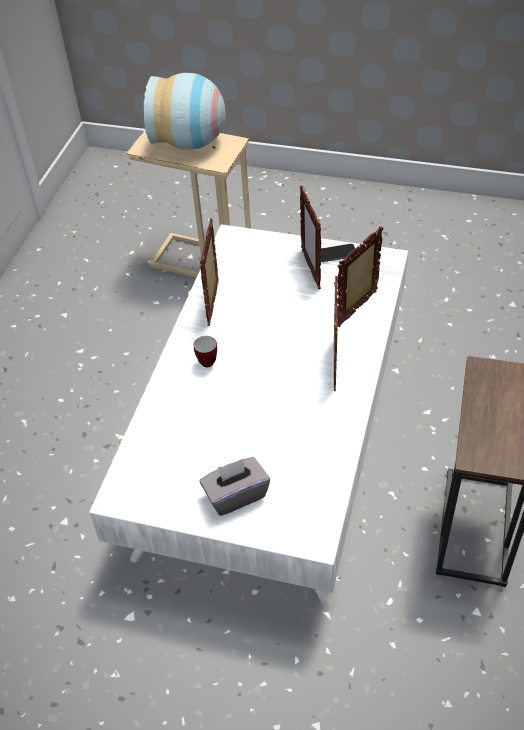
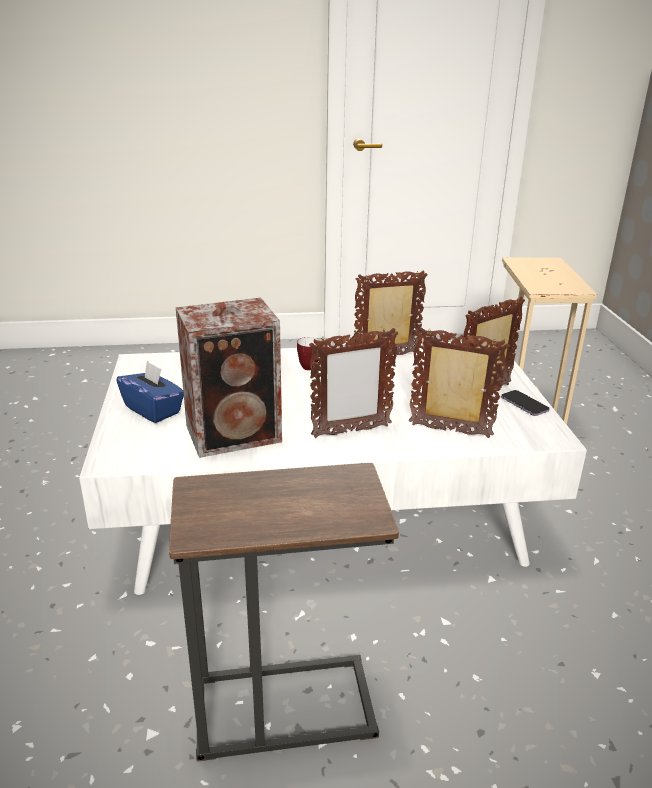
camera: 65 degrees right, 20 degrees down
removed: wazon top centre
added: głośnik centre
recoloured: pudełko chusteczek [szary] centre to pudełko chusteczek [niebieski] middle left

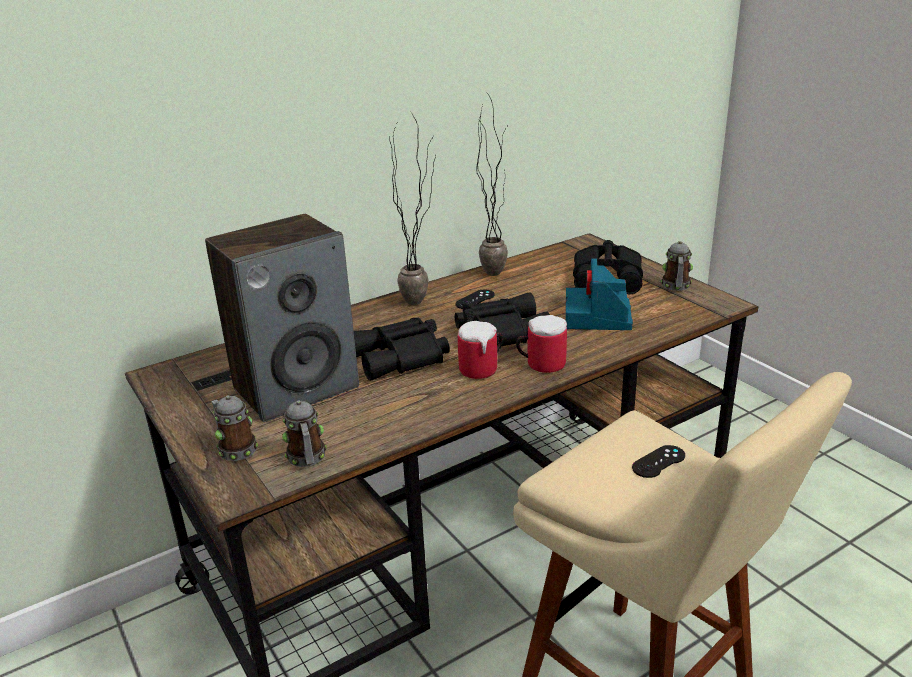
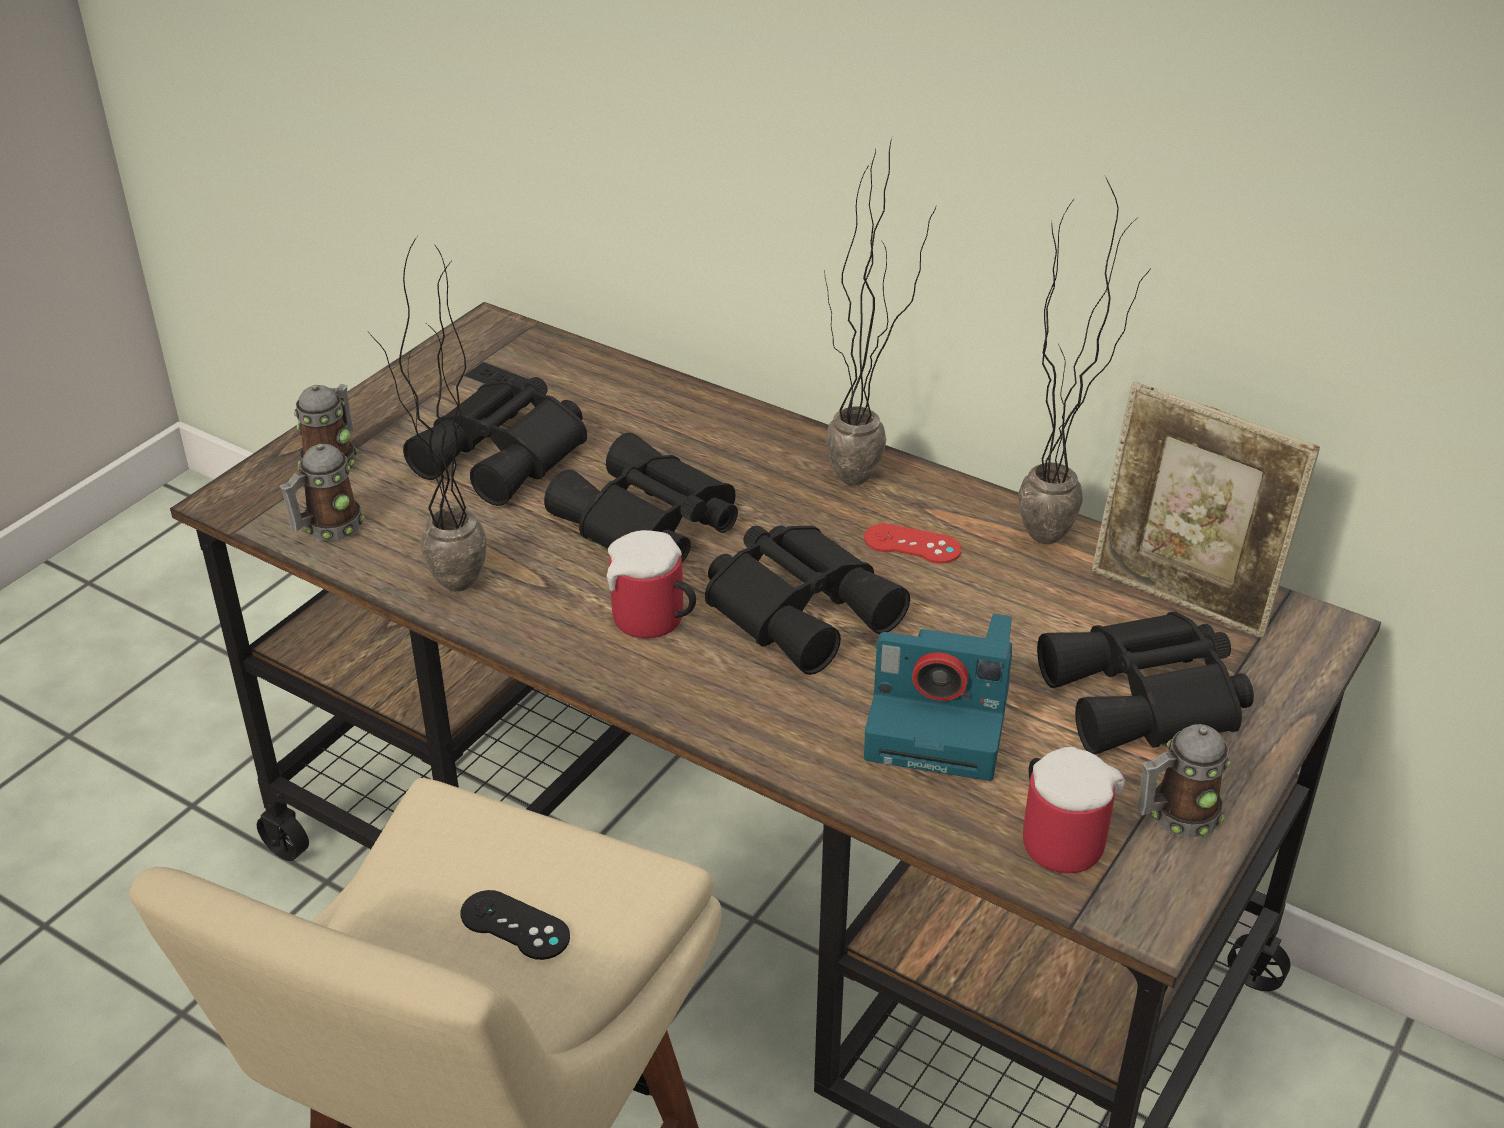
camera: 65 degrees right, 10 degrees up
added: roślina doniczkowa (1st from left) middle left; ramka na zdjęcie middle right
moved: kubek (4th from left) centre to bottom right
replaced: głośnik middle left to lornetka [czarny] (1st from left) middle left
recoloured: pad do gier [czarny] (1st from left) centre to pad do gier [czerwony] centre
turned: aparat fotograficzny centre = centre 150 degrees counterclockwise

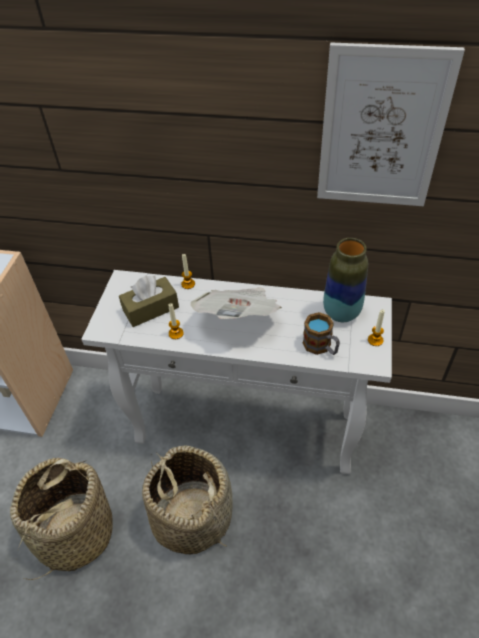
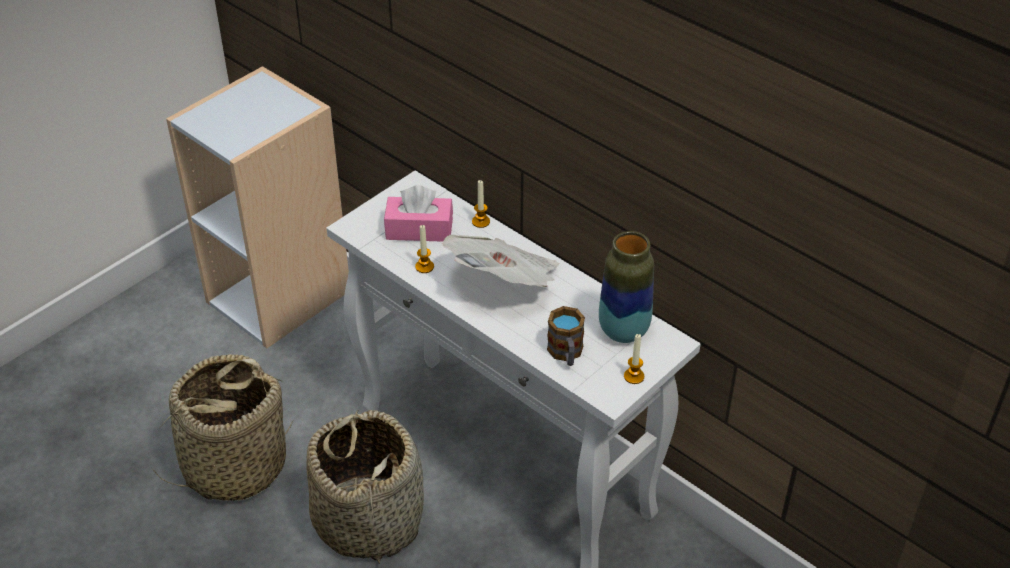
camera: 30 degrees right, 5 degrees down
removed: obraz top right
recoloured: pudełko chusteczek [brązowy] middle left to pudełko chusteczek [różowy] centre

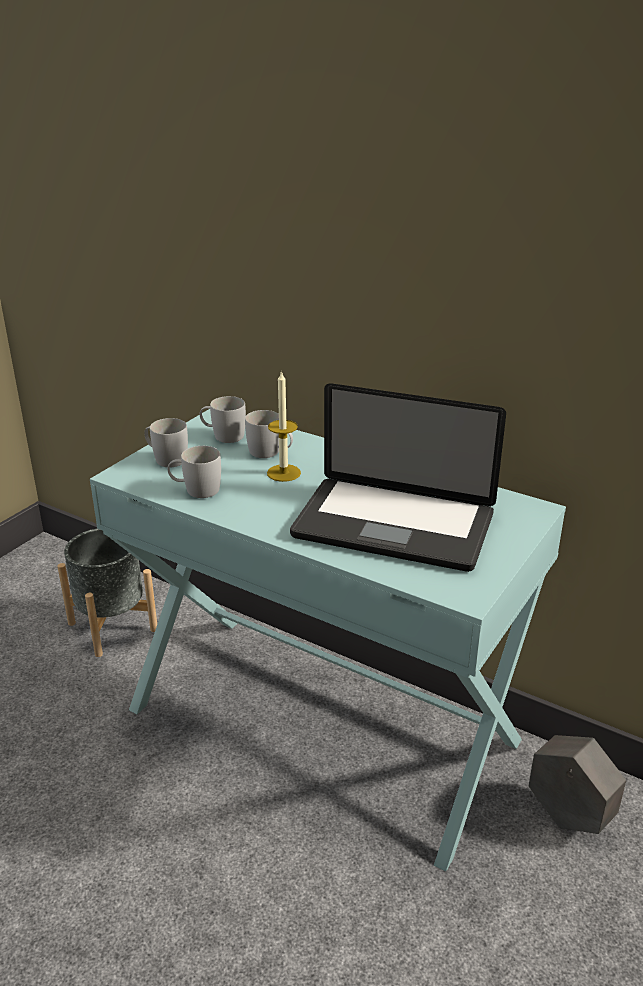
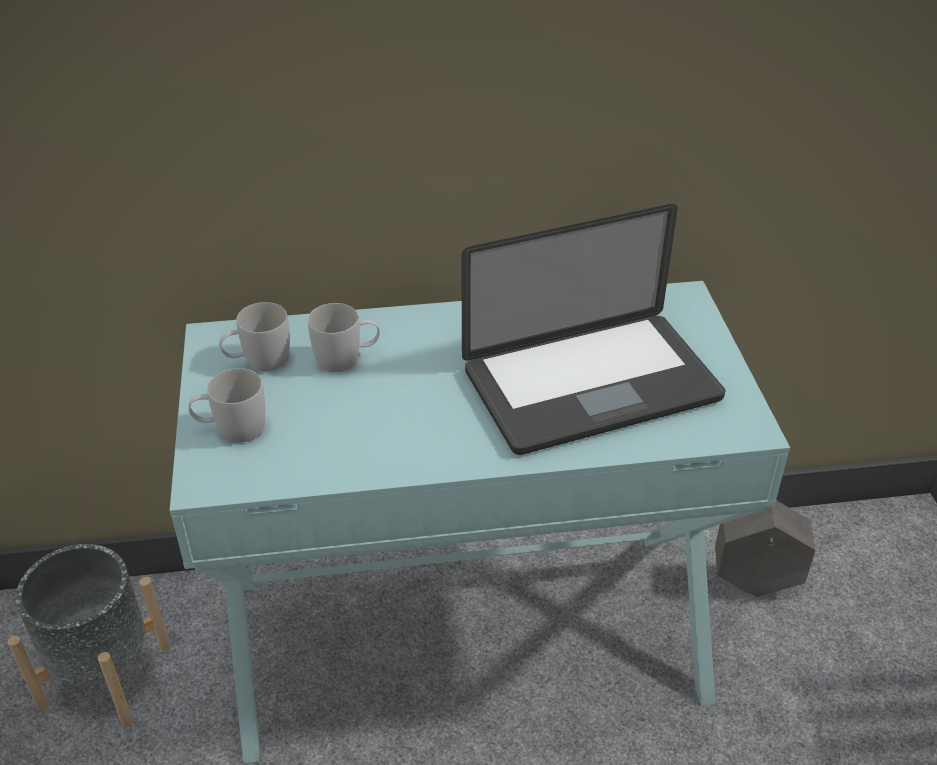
camera: 40 degrees left, 10 degrees up
removed: świeca centre; kubek [biały] (2nd from left) middle left

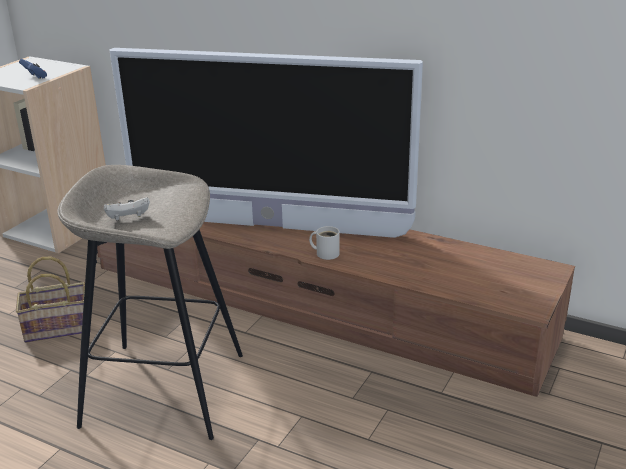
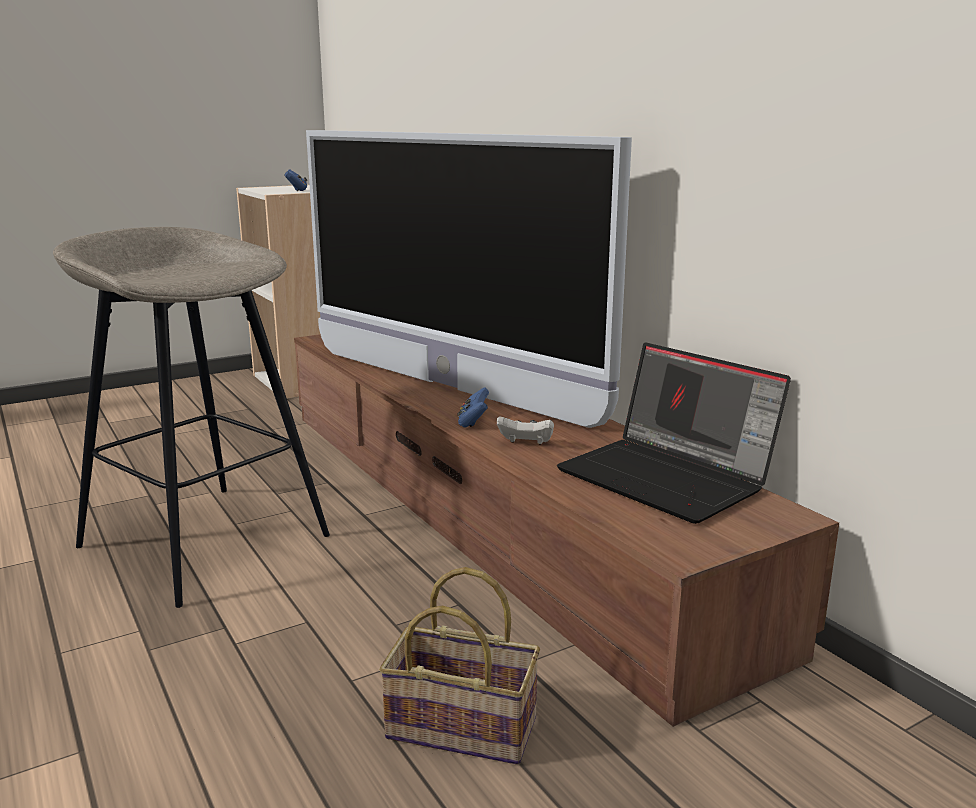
camera: 30 degrees right, 10 degrees down
added: laptop middle right
moved: pad do gier [biały] middle left to centre; koszyk middle left to bottom centre
replaced: kubek [biały] centre to pad do gier [niebieski] (2nd from left) centre

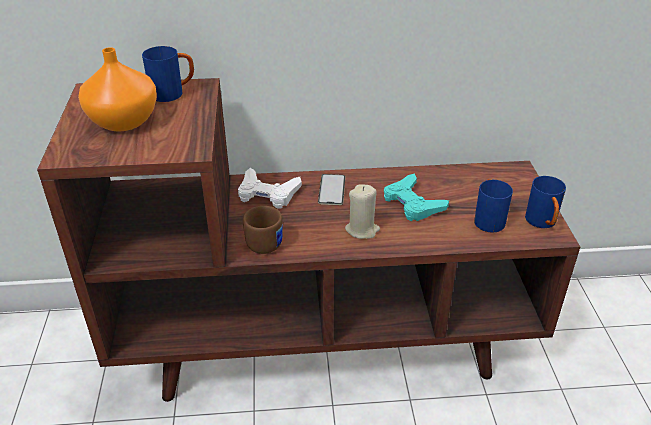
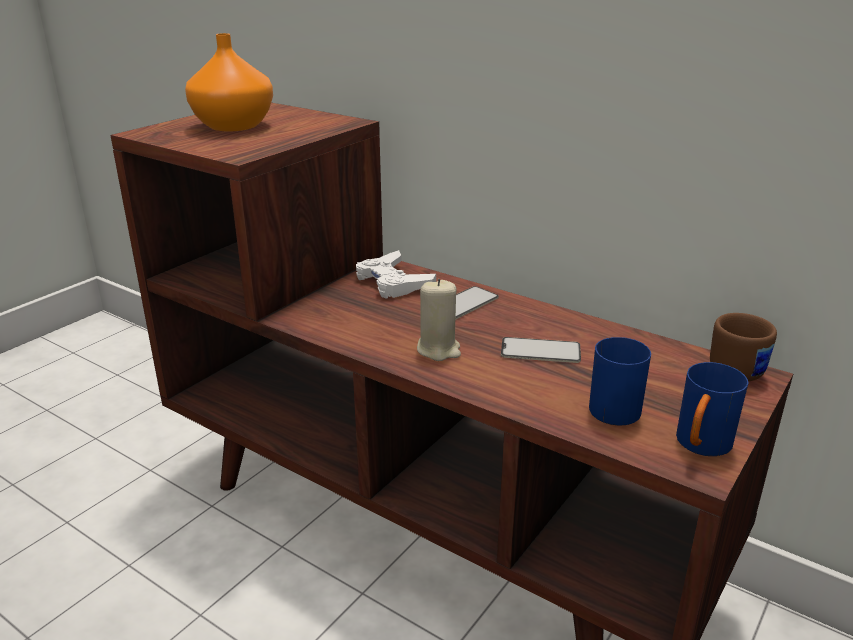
camera: 40 degrees right, 10 degrees down
removed: kubek [niebieski] (1st from left) top left
moved: kubek [brązowy] centre to middle right
replaced: pad do gier [turkusowy] centre to telefon (2nd from left) centre

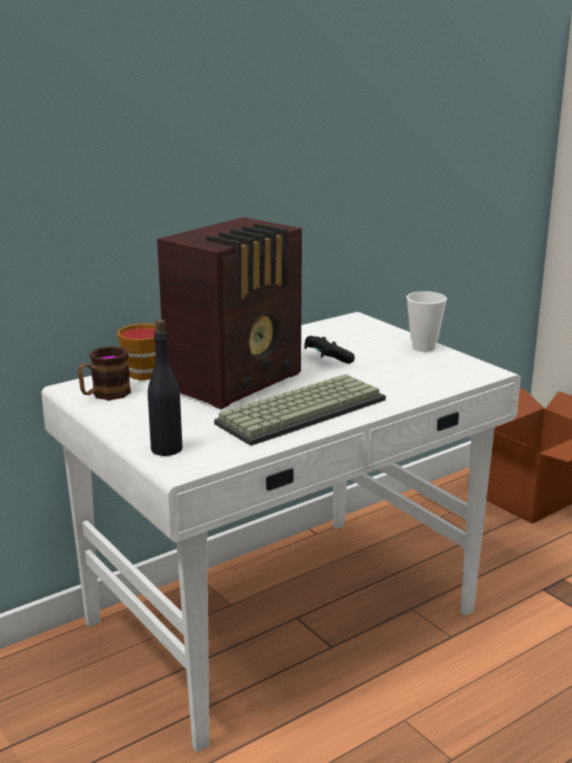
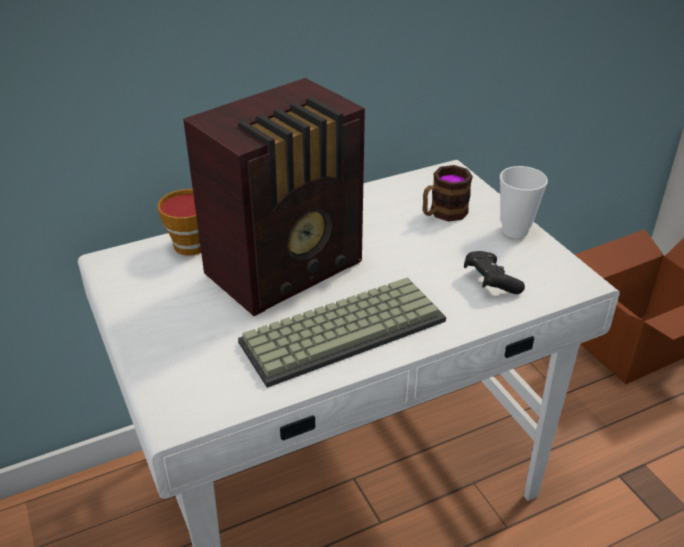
camera: 10 degrees right, 15 degrees up
removed: butelka [czarny] middle left
moved: pad do gier [czarny] centre to middle right; kubek middle left to centre

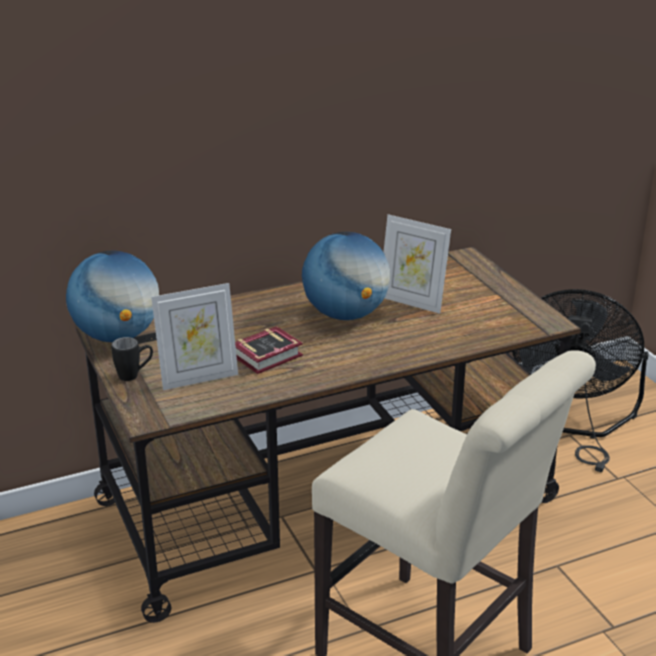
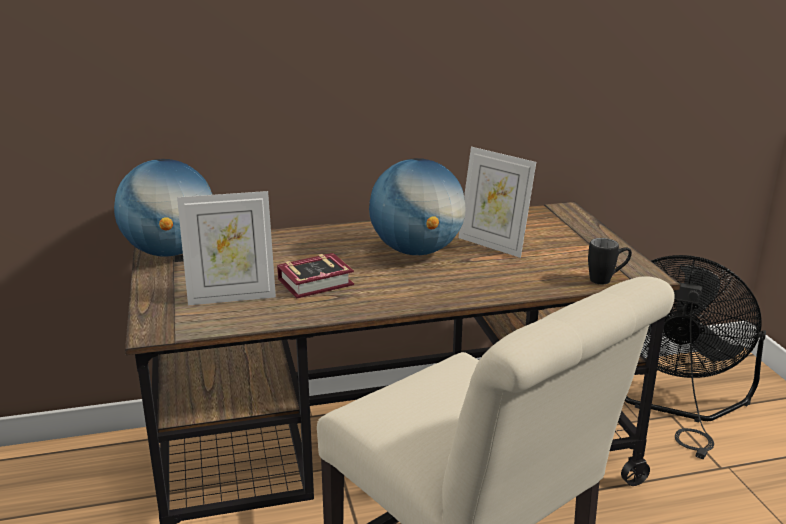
camera: 10 degrees right, 5 degrees down
moved: kubek [czarny] middle left to middle right

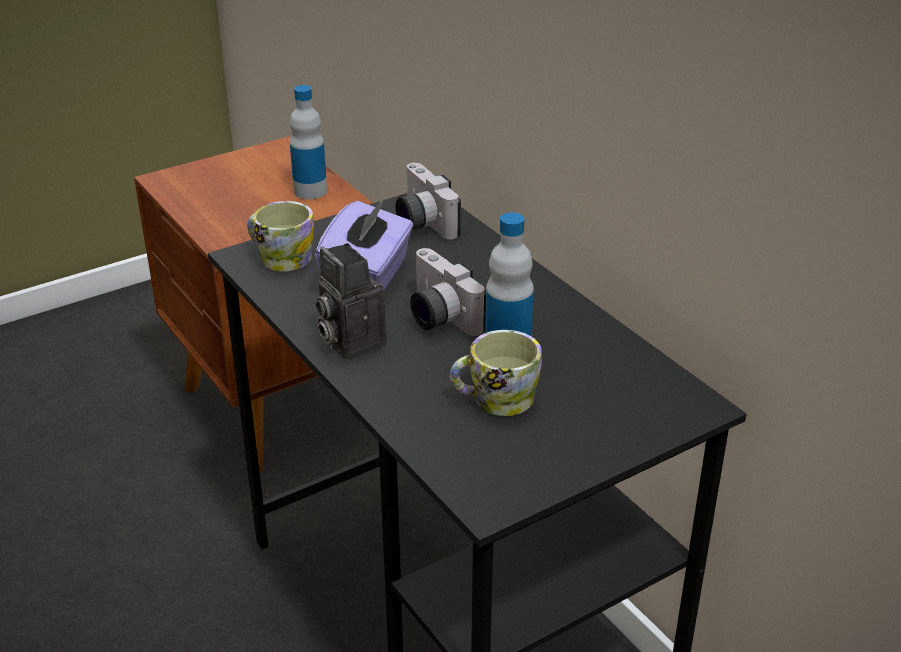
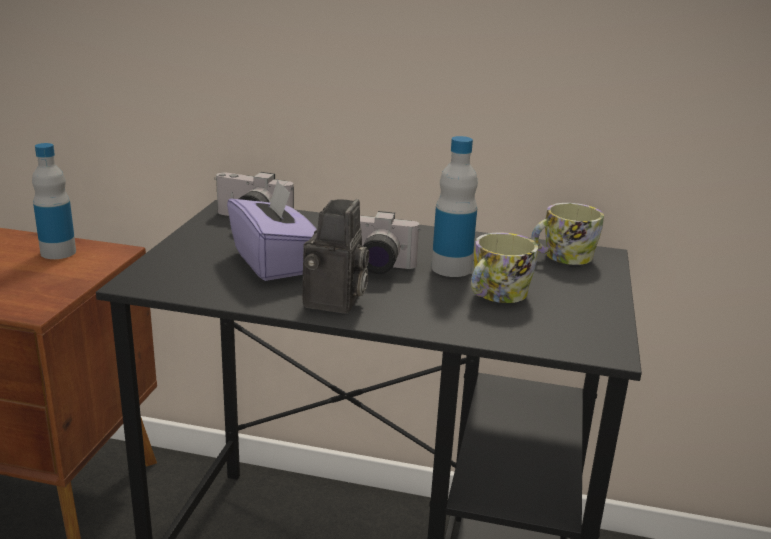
camera: 45 degrees left, 10 degrees down
moved: kubek (1st from left in the first image) middle left to kubek (2nd from left) middle right
turned: aparat fotograficzny (1st from left in the first image) centre = centre 90 degrees counterclockwise

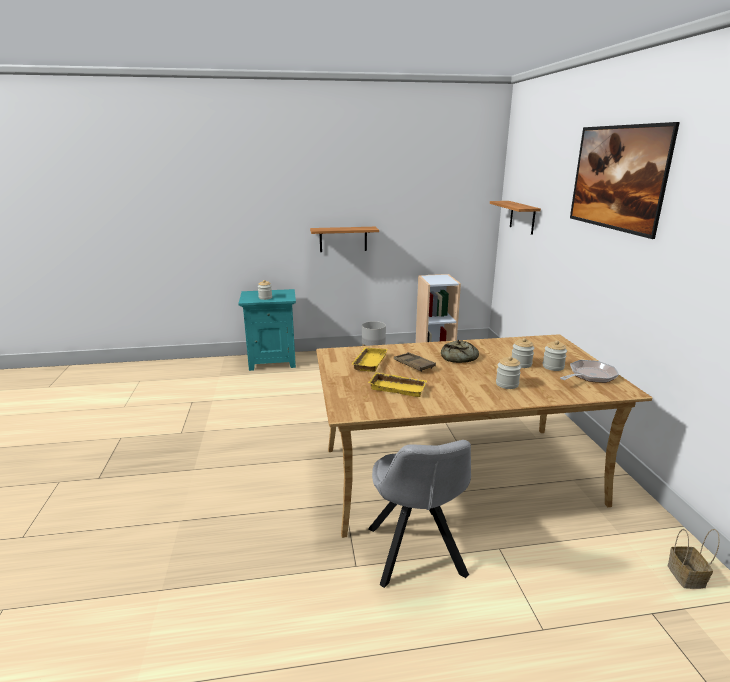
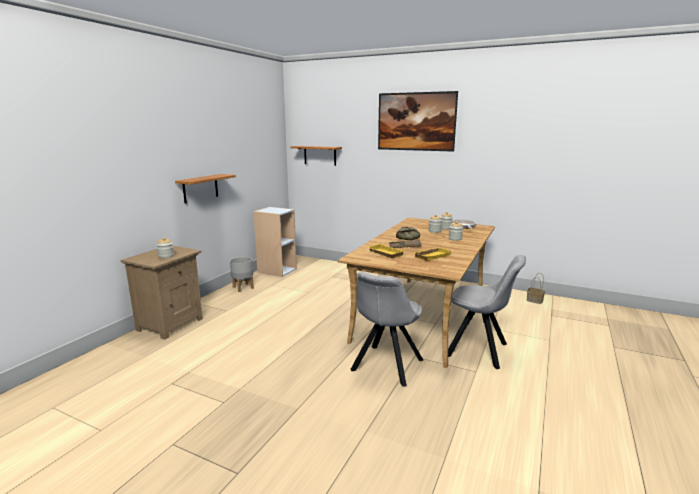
camera: 55 degrees left, 5 degrees down
added: krzesło [szary] (1st from left) centre
recoloured: szafka nocna [turkusowy] centre to szafka nocna [beżowy] middle left

